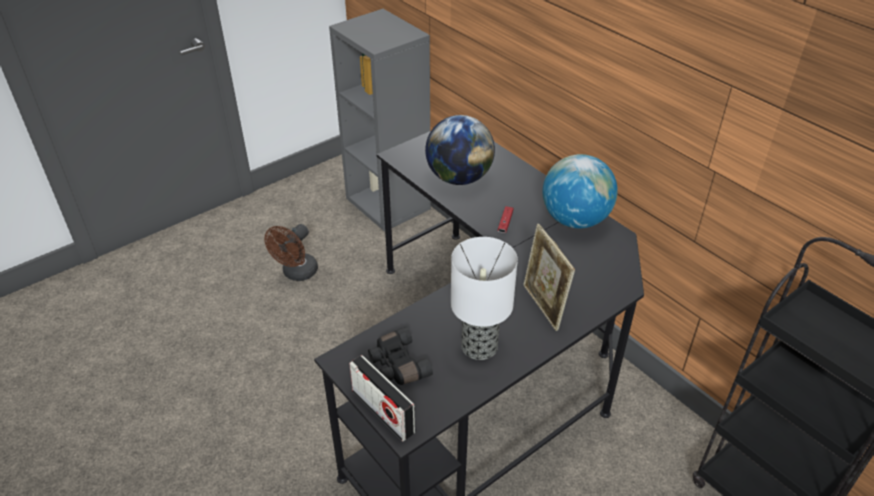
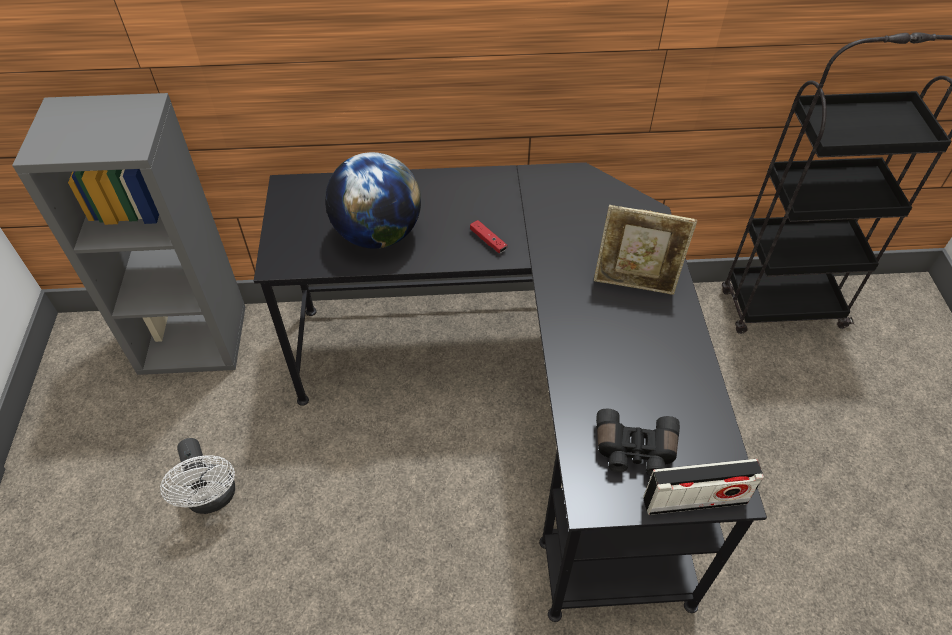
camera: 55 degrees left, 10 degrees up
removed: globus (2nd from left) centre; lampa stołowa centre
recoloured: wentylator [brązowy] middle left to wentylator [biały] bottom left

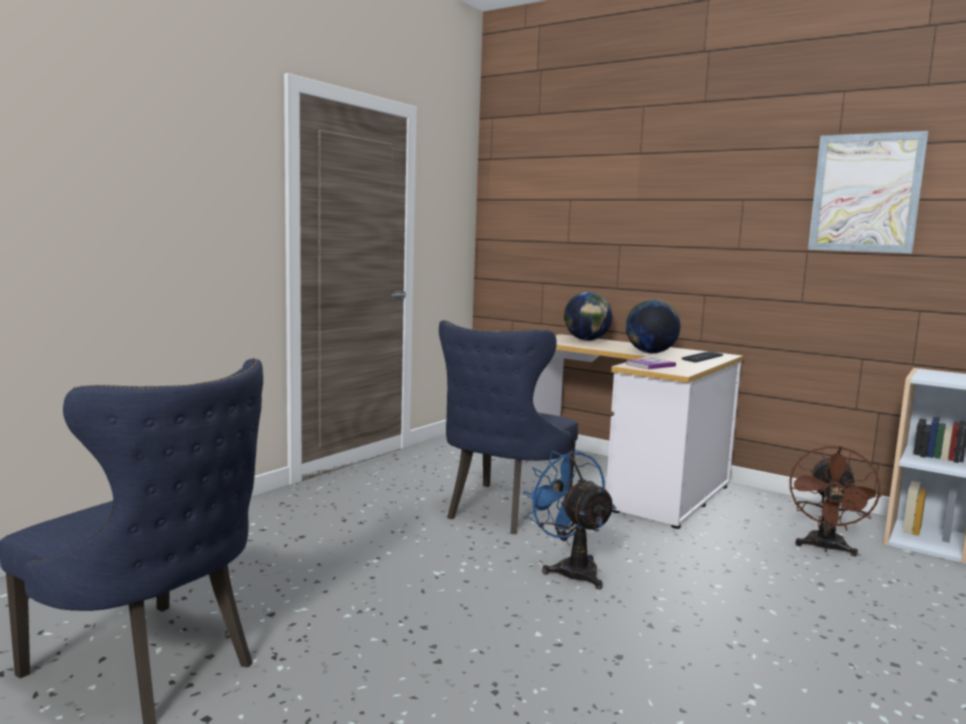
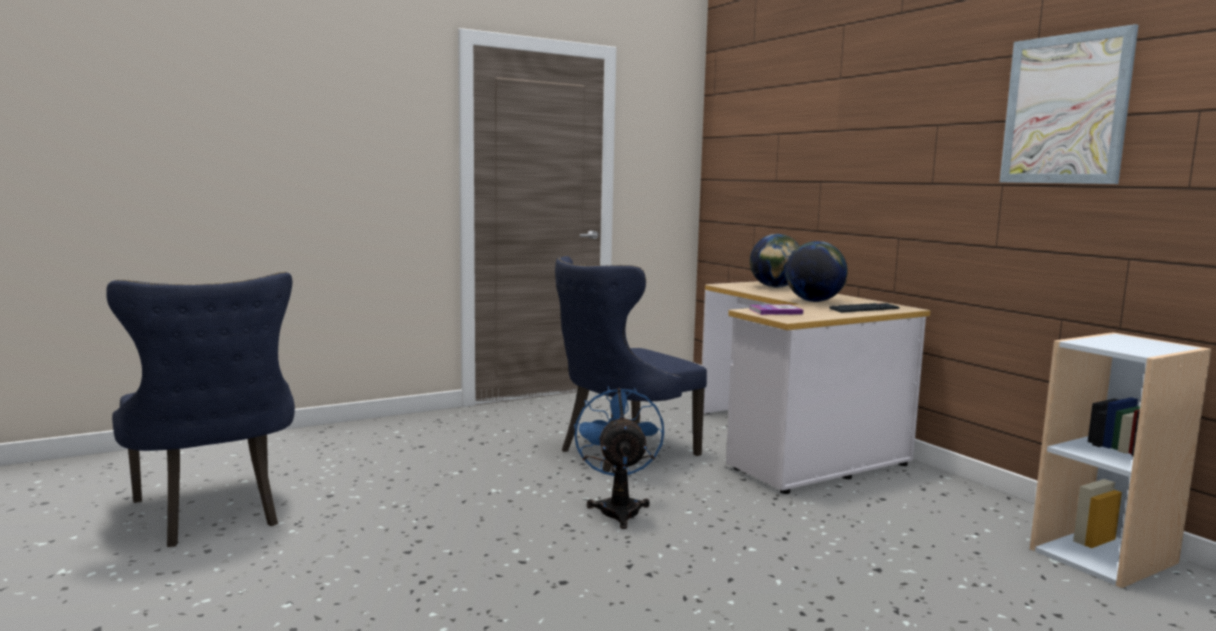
camera: 25 degrees right, 0 degrees up
removed: wentylator [brązowy] bottom right

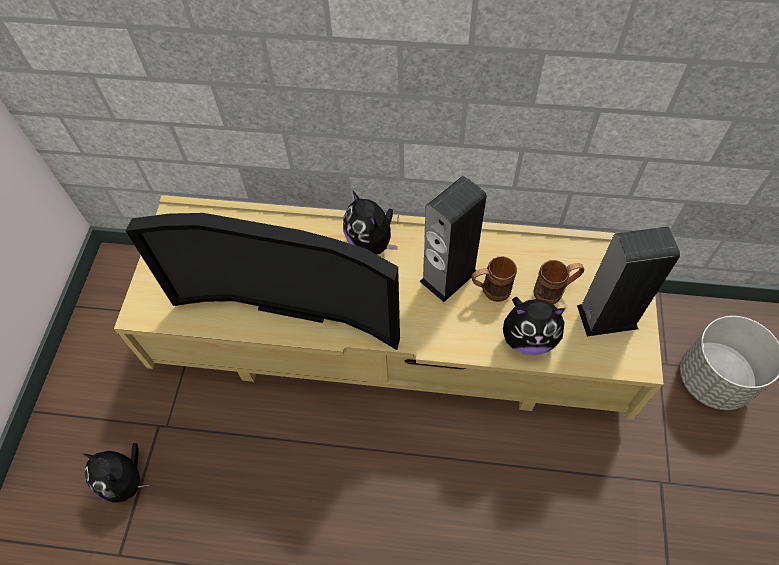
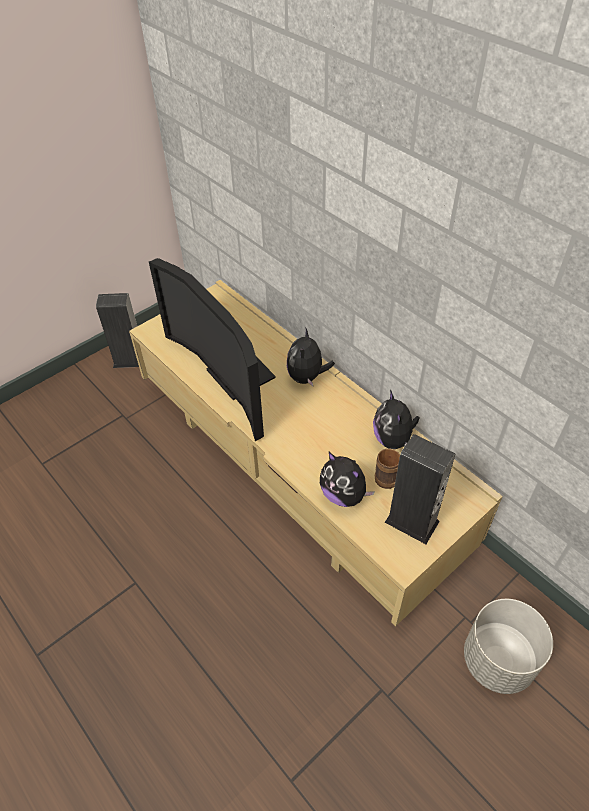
camera: 40 degrees right, 10 degrees down
removed: kubek [brązowy] (1st from left) centre
moved: głośnik (1st from left) centre to middle left; pluszak (1st from left in the first image) bottom left to pluszak (3rd from left) middle right

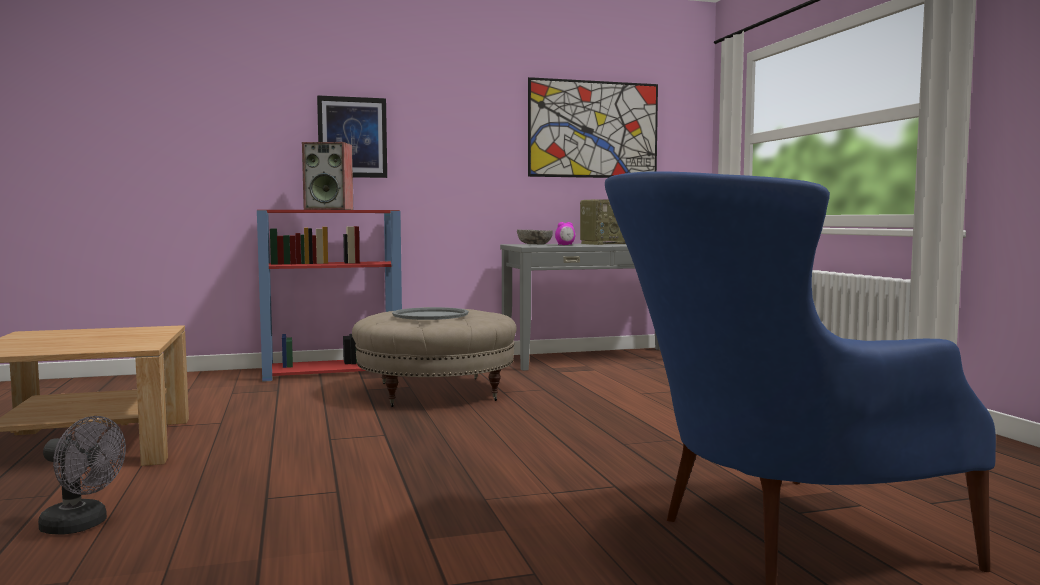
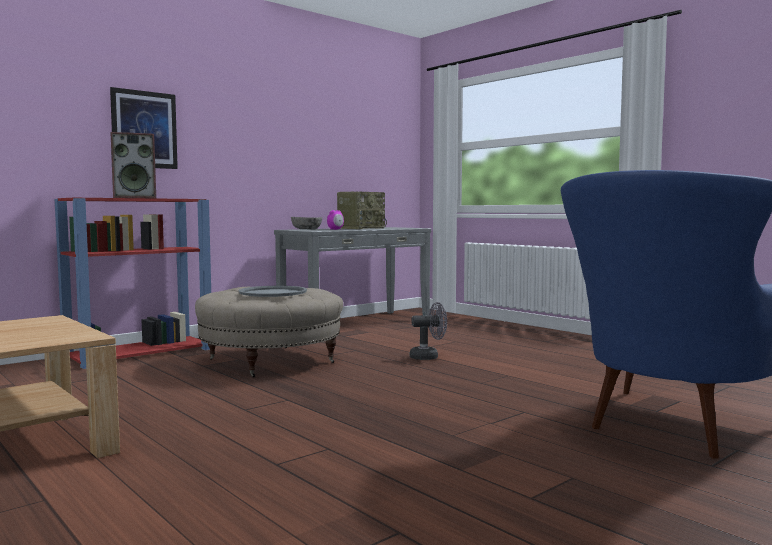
camera: 25 degrees left, 0 degrees up
removed: obraz (2nd from left) top centre
moved: wentylator [szary] bottom left to centre

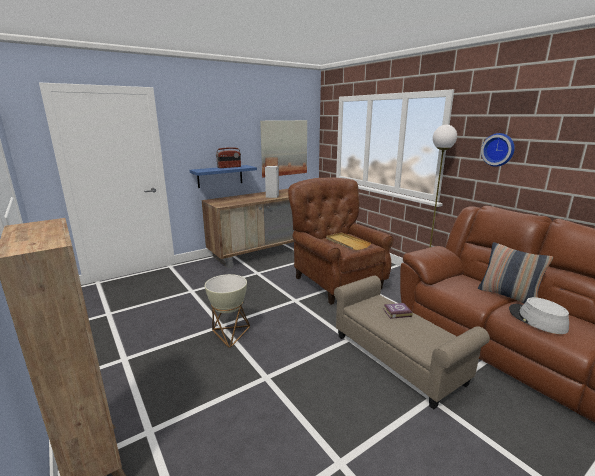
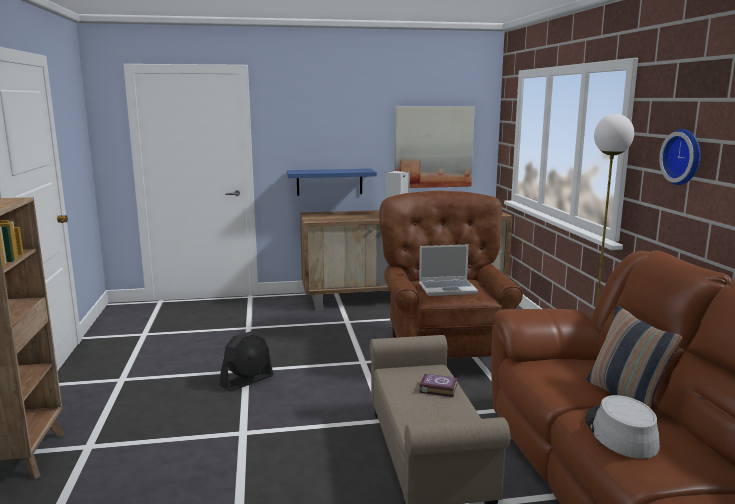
camera: 25 degrees right, 5 degrees down
removed: radio top centre
replaced: taca [beżowy] centre to laptop centre; donica centre to wentylator [czarny] bottom centre

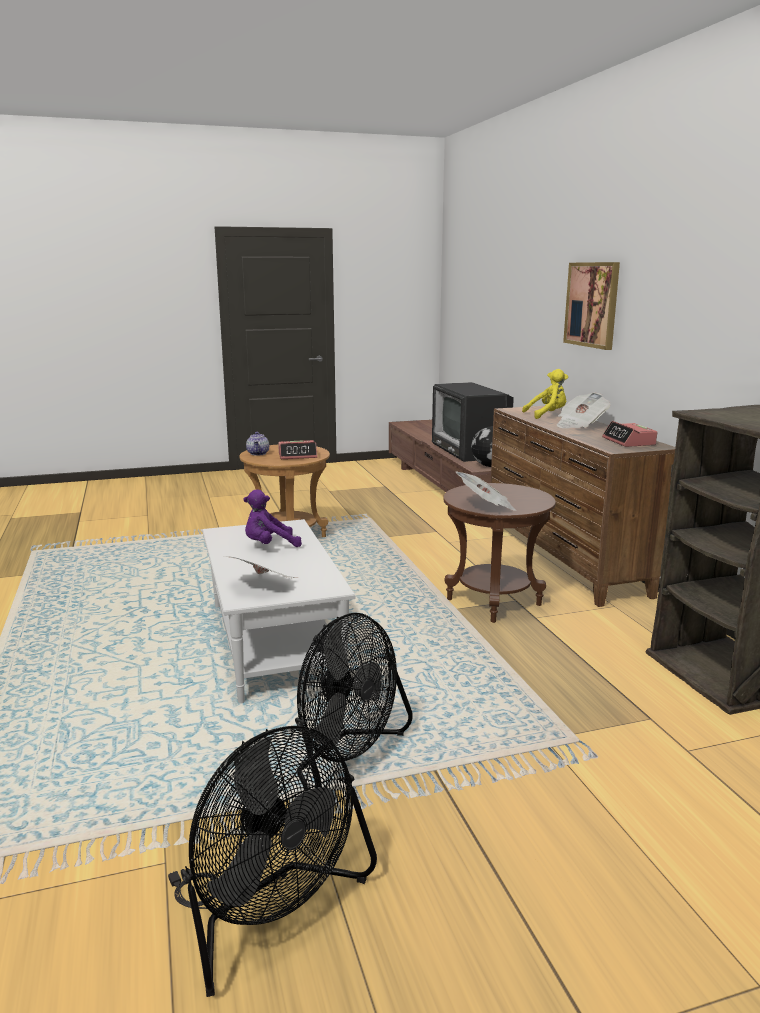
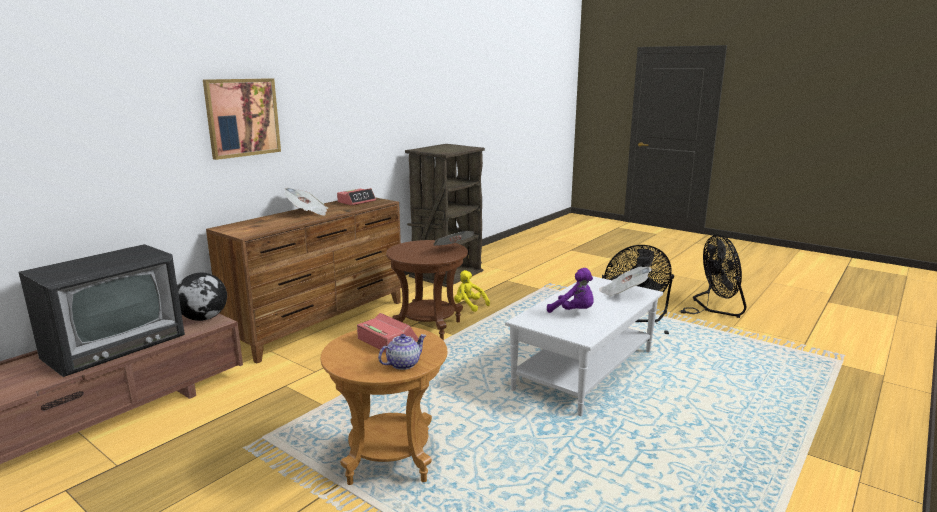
camera: 125 degrees left, 0 degrees up
moved: pluszak [żółty] middle right to centre
turned: wentylator [czarny] (1st from left in the first image) bottom centre = middle right 75 degrees clockwise

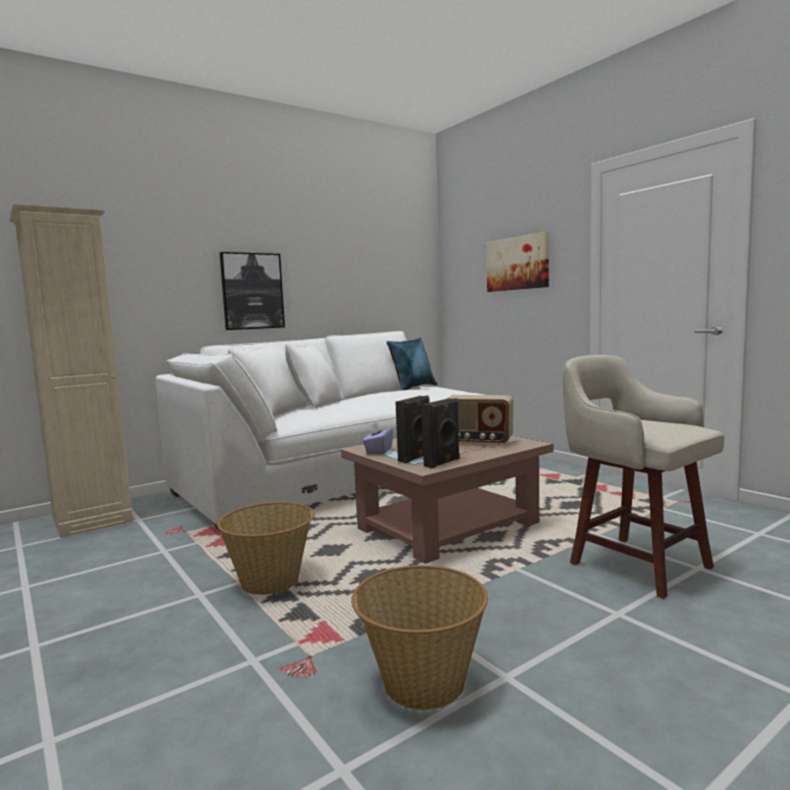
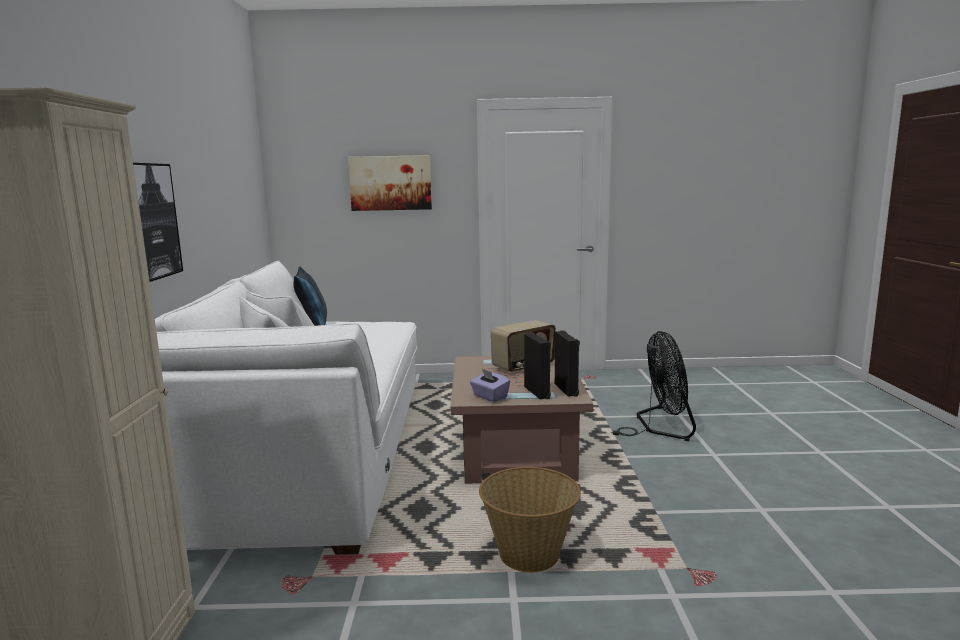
camera: 55 degrees left, 5 degrees up
removed: koszyk (2nd from left) bottom centre
replaced: stołek [beżowy] middle right to wentylator [czarny] middle right

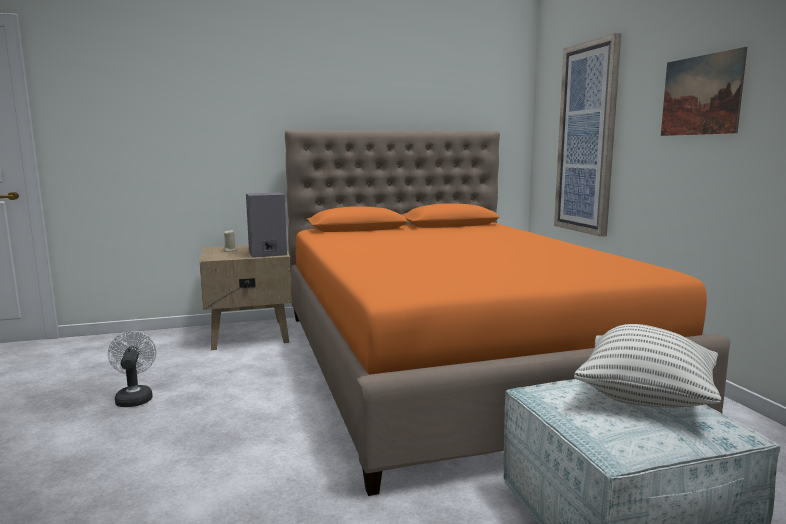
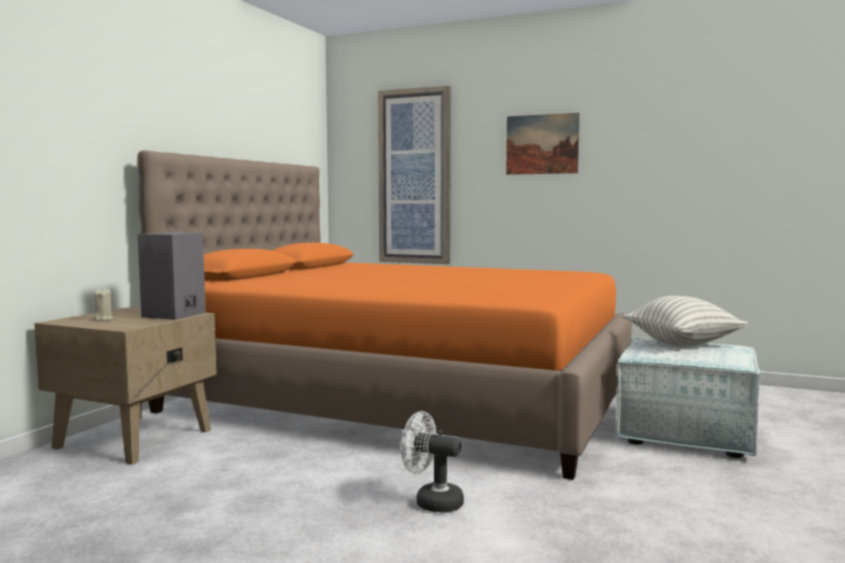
camera: 50 degrees left, 5 degrees down
moved: wentylator [biały] bottom left to bottom centre

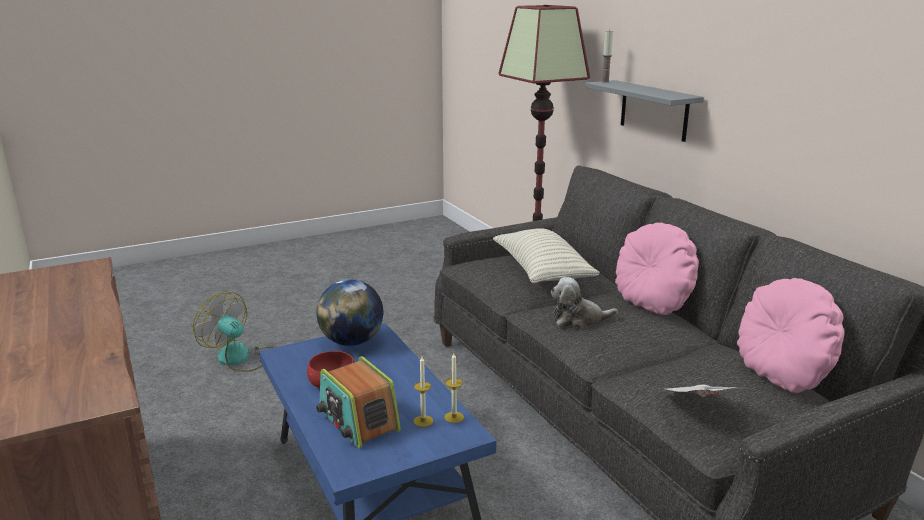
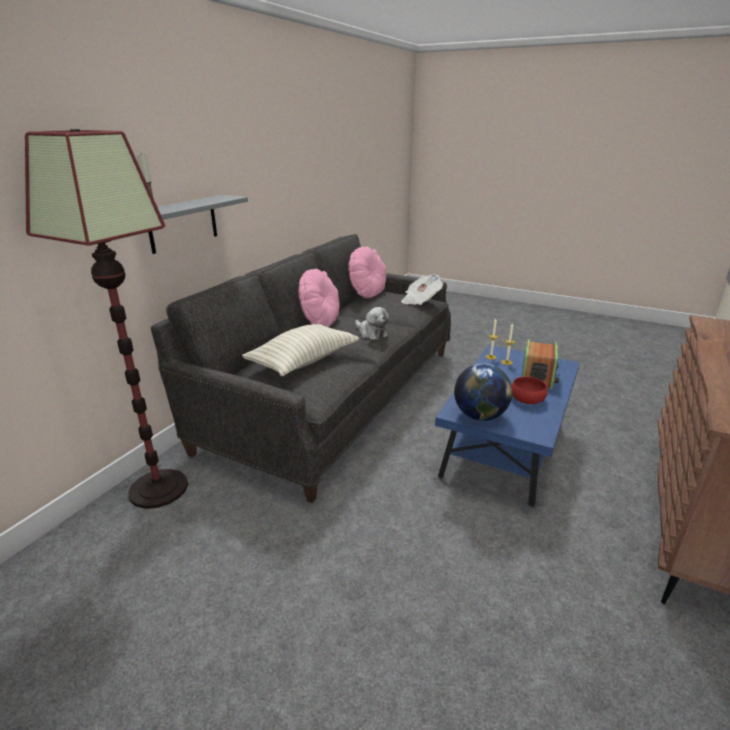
camera: 125 degrees left, 5 degrees up
removed: wentylator middle left

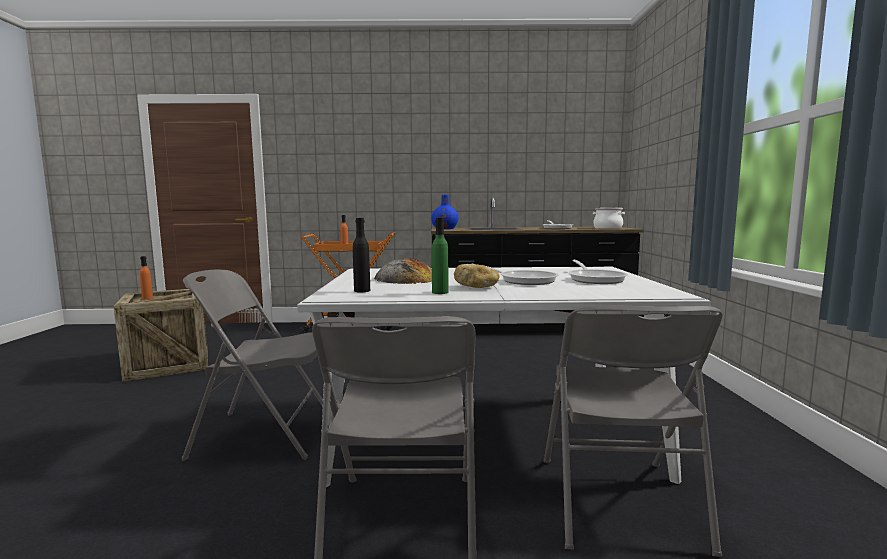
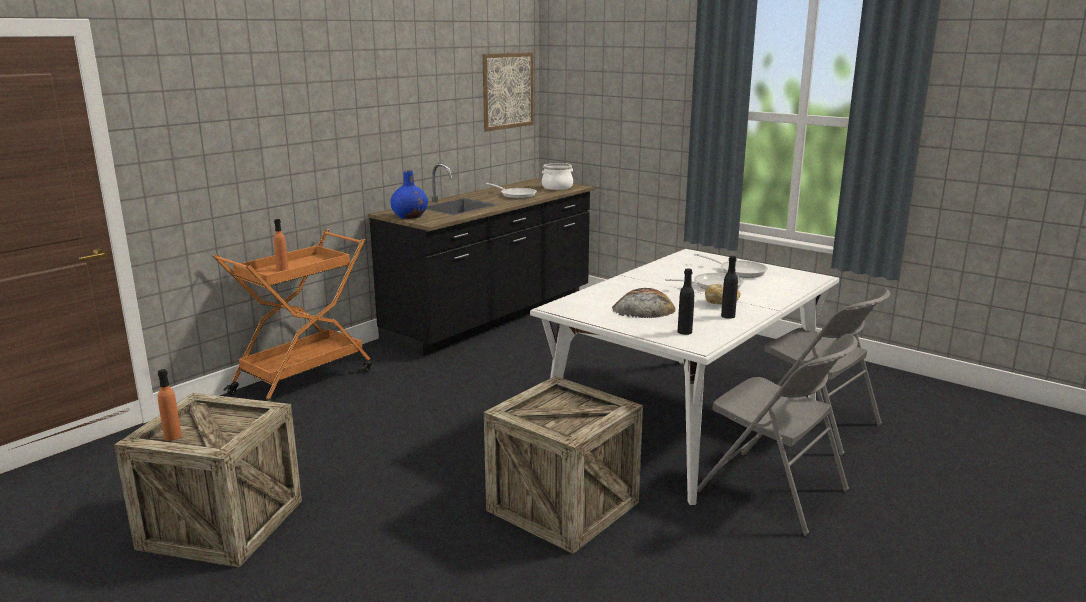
camera: 50 degrees left, 10 degrees up
added: obraz top centre
replaced: krzesło [szary] (1st from left) middle left to skrzynka (2nd from left) bottom centre
recoloured: butelka [zielony] centre to butelka [czarny] (2nd from left) middle right

